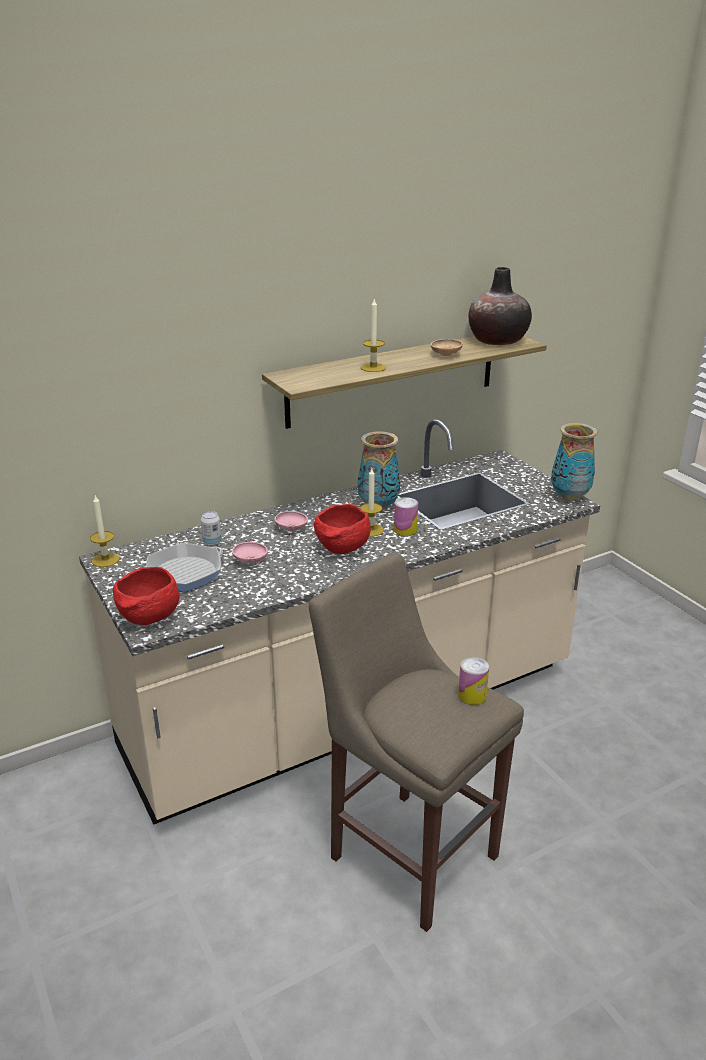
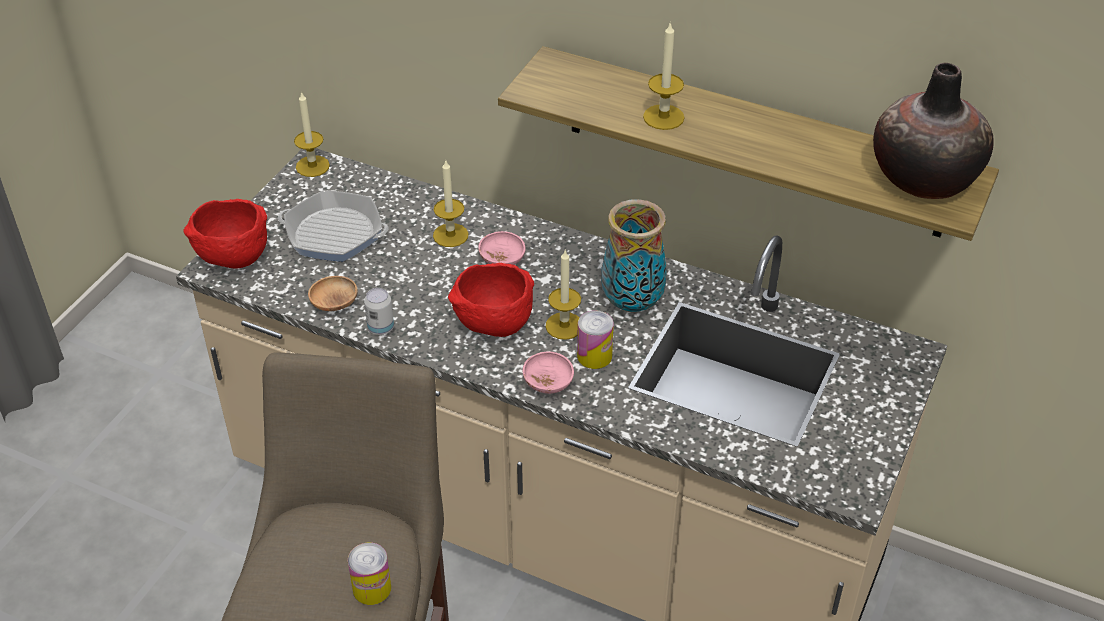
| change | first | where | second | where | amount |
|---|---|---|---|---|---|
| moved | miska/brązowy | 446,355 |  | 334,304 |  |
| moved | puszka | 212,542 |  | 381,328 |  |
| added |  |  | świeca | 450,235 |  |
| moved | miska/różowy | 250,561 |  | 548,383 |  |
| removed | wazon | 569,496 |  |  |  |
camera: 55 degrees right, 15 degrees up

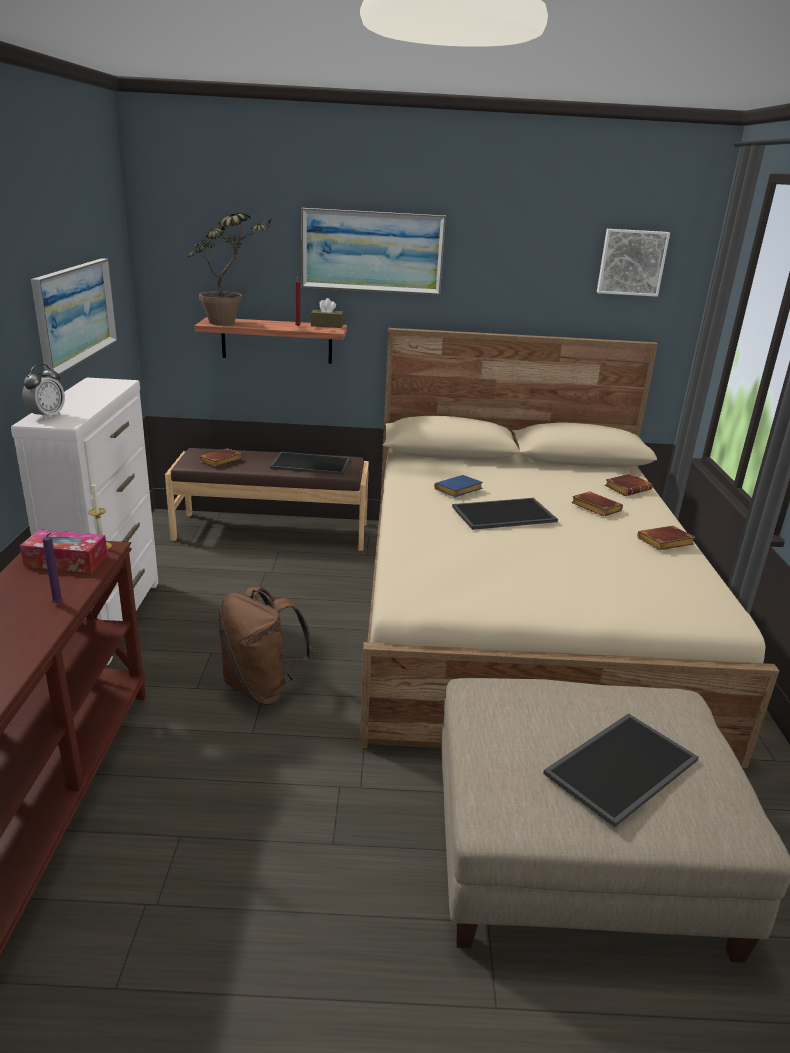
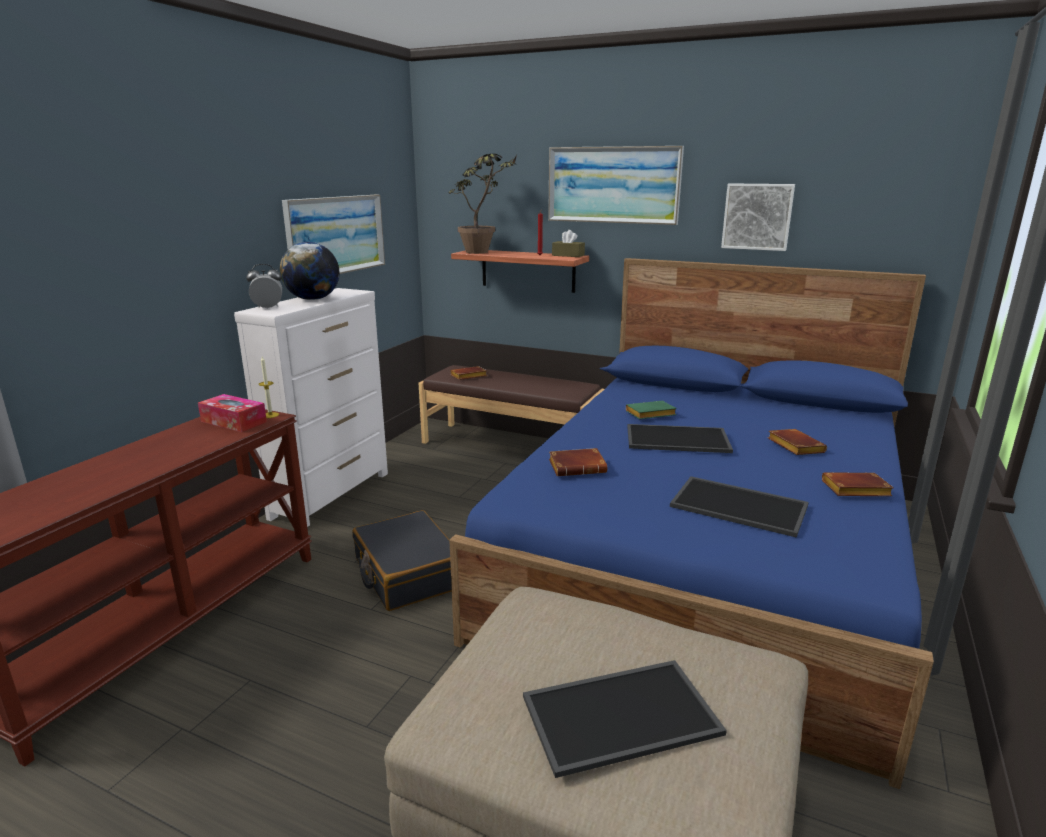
| change | first | where | second | where | amount |
|---|---|---|---|---|---|
| turned | budzik | 47,416 |  | 268,308 | 150 degrees counterclockwise |
| added |  |  | globus | 313,299 |  |
| replaced | plecak/brązowy | 262,688 | walizka/czarny | 407,573 |  |
| recoloured | łóżko/beżowy | 520,615 | łóżko/niebieski | 707,557 |  |
| moved | książka/brązowy | 627,488 |  | 578,467 |  |
| recoloured | książka/niebieski | 458,490 | książka/zielony | 649,415 |  |
| moved | taca | 311,463 |  | 740,505 |  |
| moved | obraz | 631,262 |  | 757,216 |  |
| removed | świeca/fioletowy | 59,604 |  |  |  |
camera: 25 degrees right, 5 degrees down

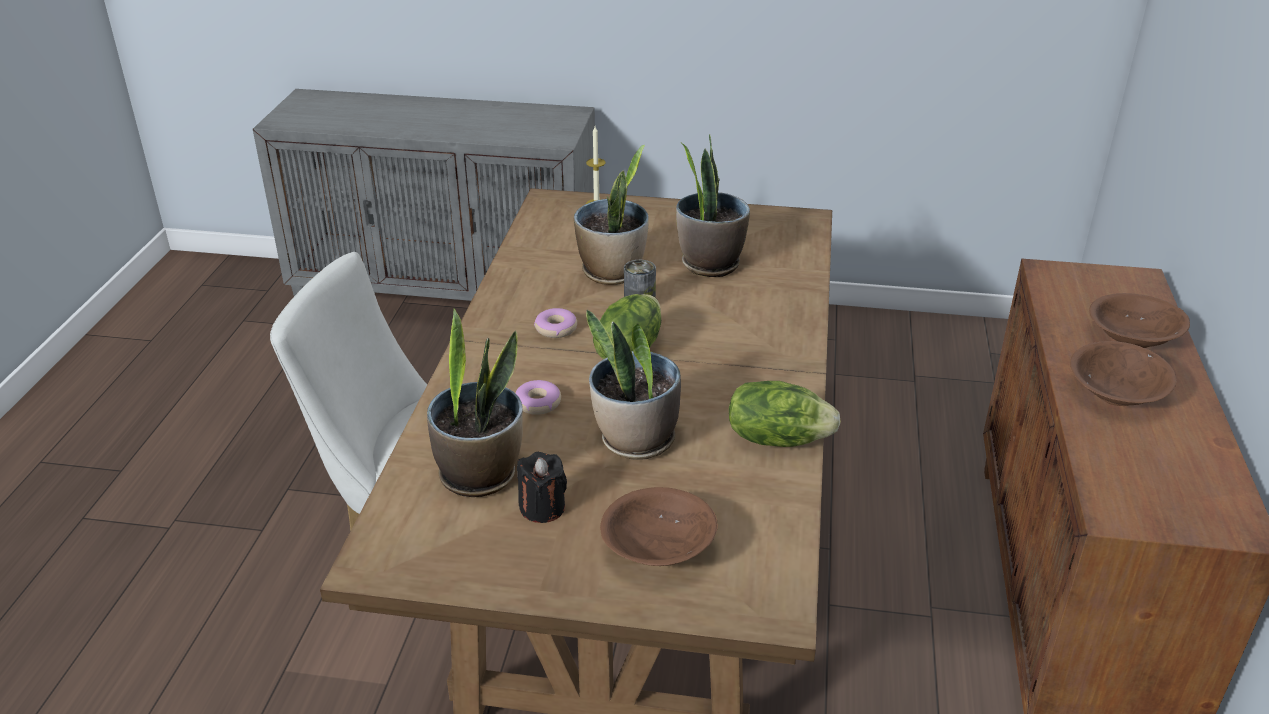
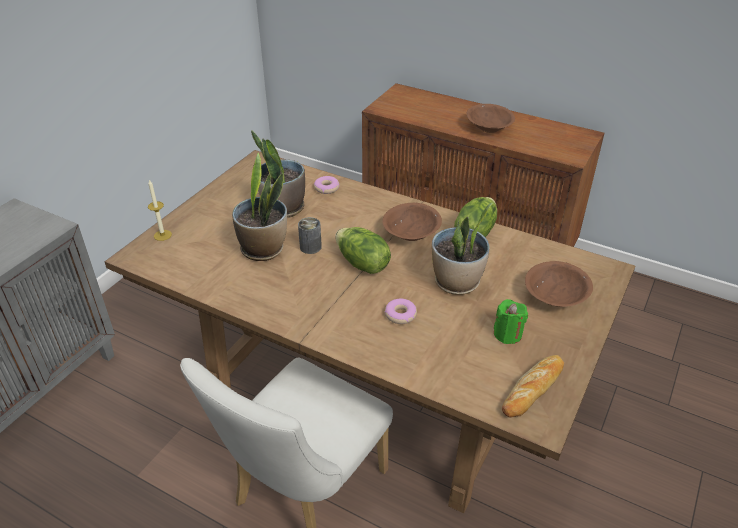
| change | first | where | second | where | amount |
|---|---|---|---|---|---|
| moved | donut | 556,329 |  | 326,188 |  |
| moved | miska/brązowy | 1132,339 |  | 411,234 |  |
| recoloured | świeca/czarny | 542,508 | świeca/zielony | 507,334 |  |
| added |  |  | chleb | 533,389 |  |
| removed | roślina doniczkowa | 480,474 |  |  |  |
camera: 70 degrees left, 5 degrees up

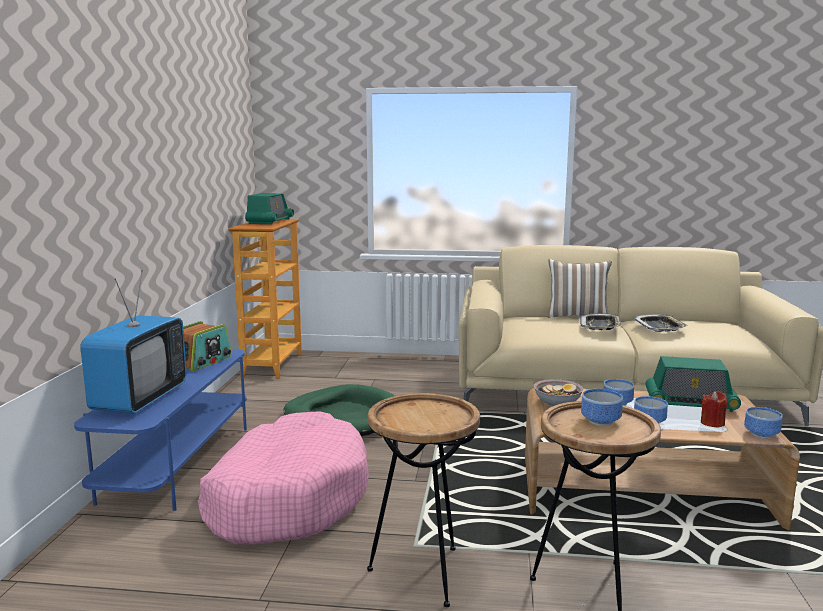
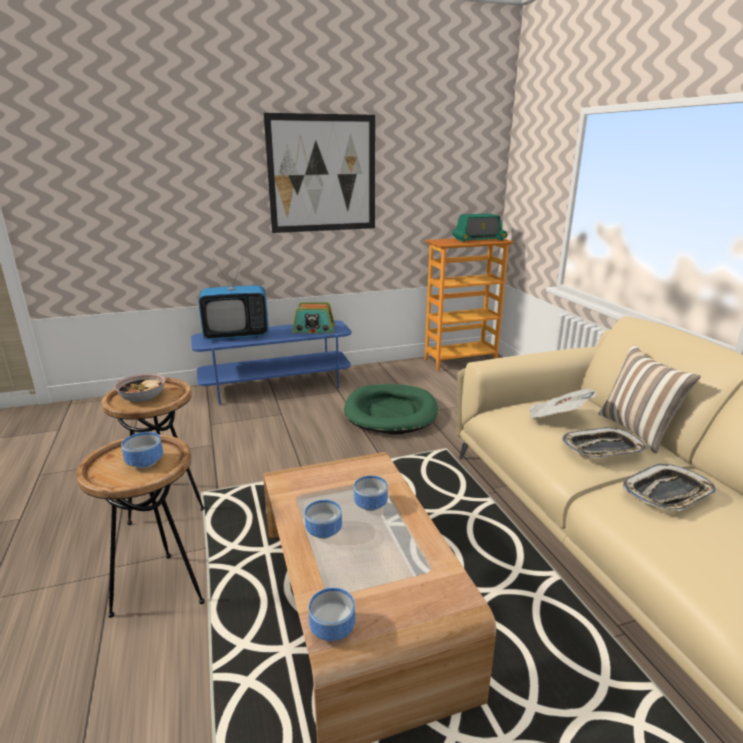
| change | first | where | second | where | amount |
|---|---|---|---|---|---|
| moved | miska | 557,402 |  | 142,397 |  |
| added |  |  | obraz | 322,174 |  |
| added |  |  | gazeta | 556,418 |  |
| removed | legowisko/różowy | 287,498 |  |  |  |
| removed | radio | 690,403 |  |  |  |
| removed | świeca/czerwony | 712,423 |  |  |  |
camera: 65 degrees right, 10 degrees up

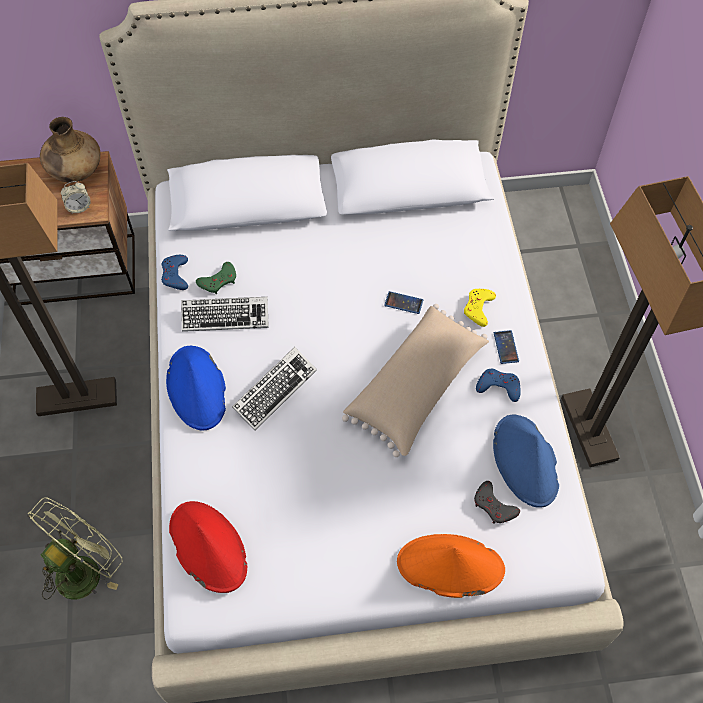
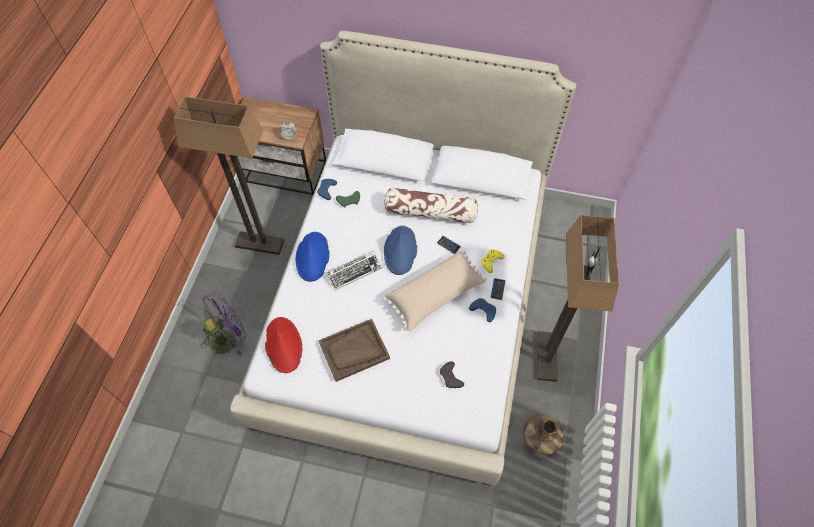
| change | first | where | second | where | amount |
|---|---|---|---|---|---|
| recoloured | wentylator/zielony | 84,568 | wentylator/fioletowy | 228,338 |  |
| added |  |  | taca/brązowy | 354,351 |  |
| added |  |  | poduszka | 430,212 |  |
| moved | kapelusz/niebieski | 525,461 |  | 400,251 |  |
| moved | wazon/brązowy | 76,172 |  | 539,439 |  |
| removed | klawiatura | 225,317 |  |  |  |
| removed | kapelusz/pomarańczowy | 449,566 |  |  |  |
camera: 20 degrees right, 0 degrees up

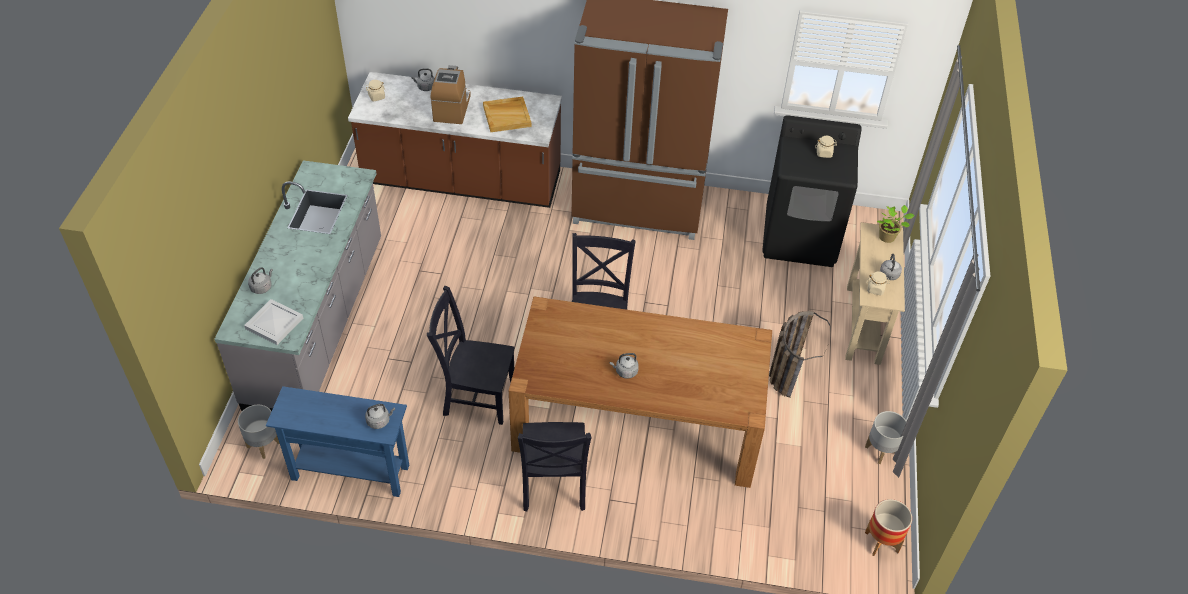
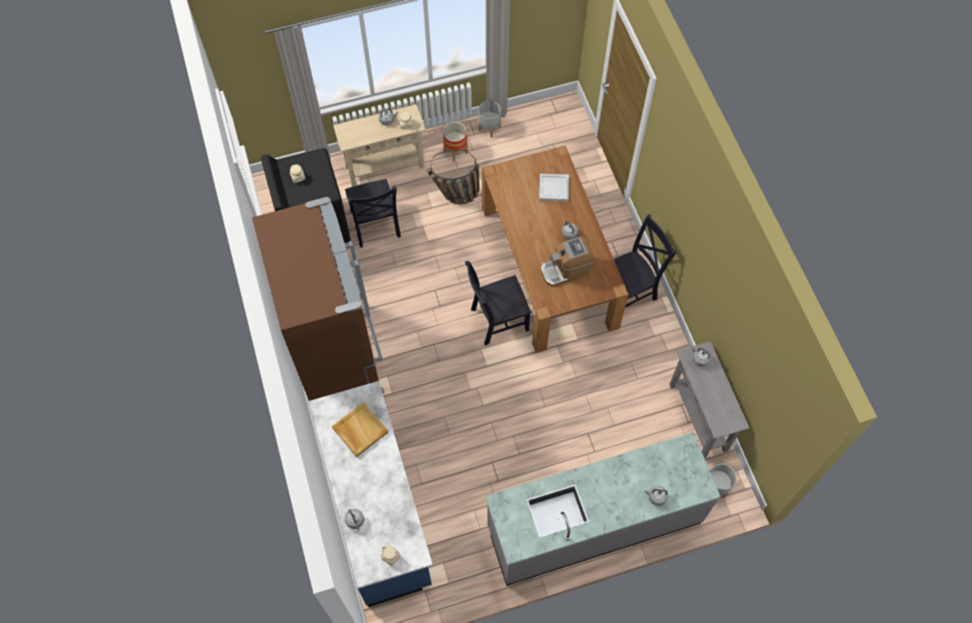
| change | first | where | second | where | amount |
|---|---|---|---|---|---|
| recoloured | zabudowa kuchenna/brązowy | 462,181 | zabudowa kuchenna/niebieski | 377,508 |  |
| moved | krzesło/czarny | 475,396 |  | 375,226 |  |
| moved | donica | 881,542 |  | 455,151 |  |
| moved | taca/biały | 274,324 |  | 554,188 |  |
| moved | ekspres do kawy | 452,108 |  | 565,270 |  |
| recoloured | stolik konsolowy/niebieski | 350,472 | stolik konsolowy/szary | 698,417 |  |
| removed | roślina doniczkowa | 888,237 |  |  |  |
camera: 115 degrees left, 15 degrees up

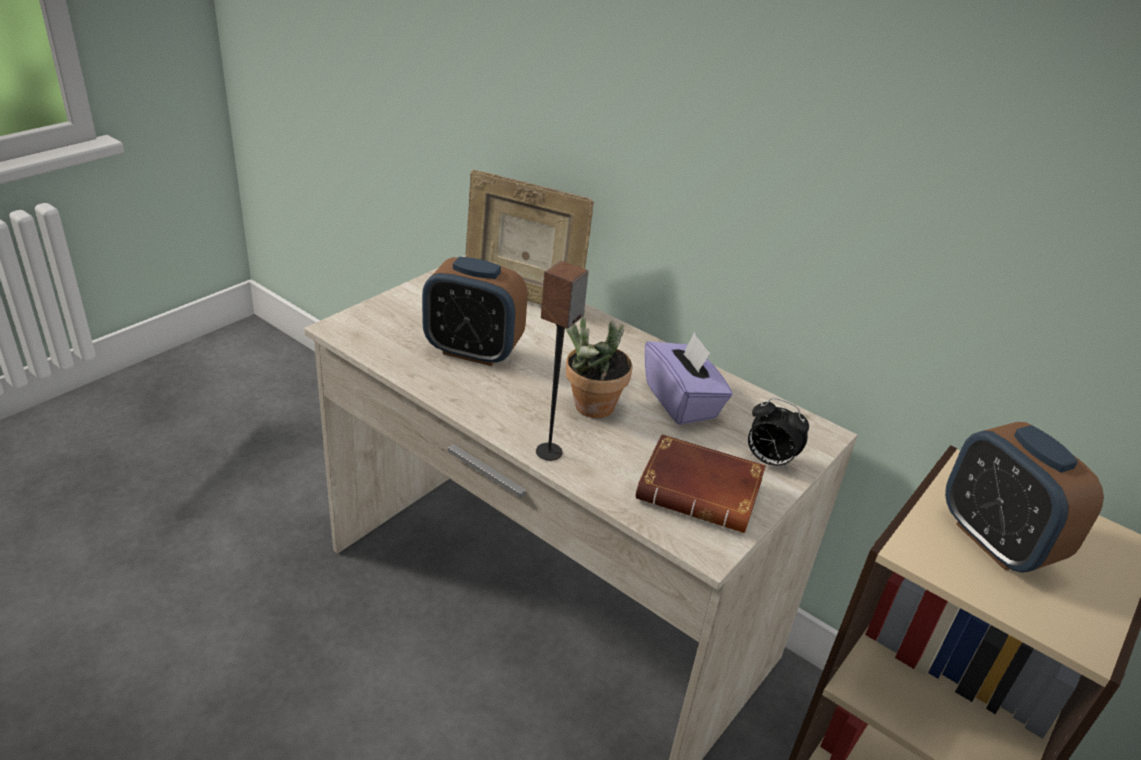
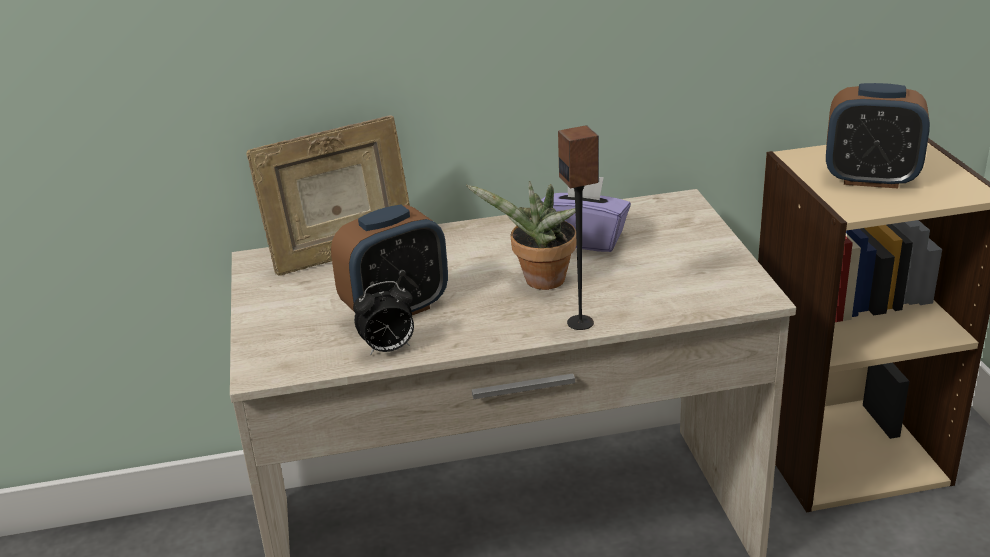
| change | first | where | second | where | amount |
|---|---|---|---|---|---|
| moved | budzik | 768,461 |  | 388,349 |  |
| removed | książka/brązowy | 703,491 |  |  |  |
camera: 45 degrees left, 5 degrees down

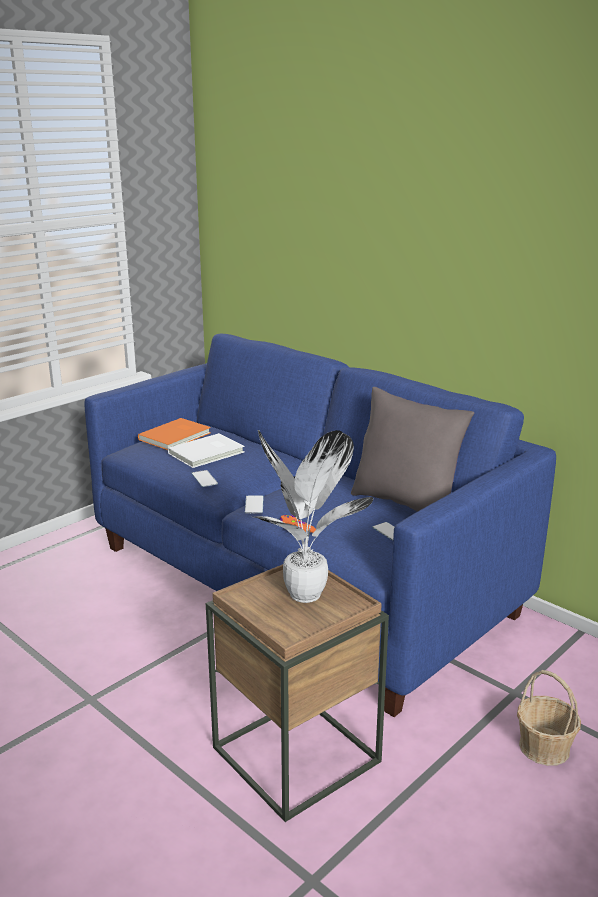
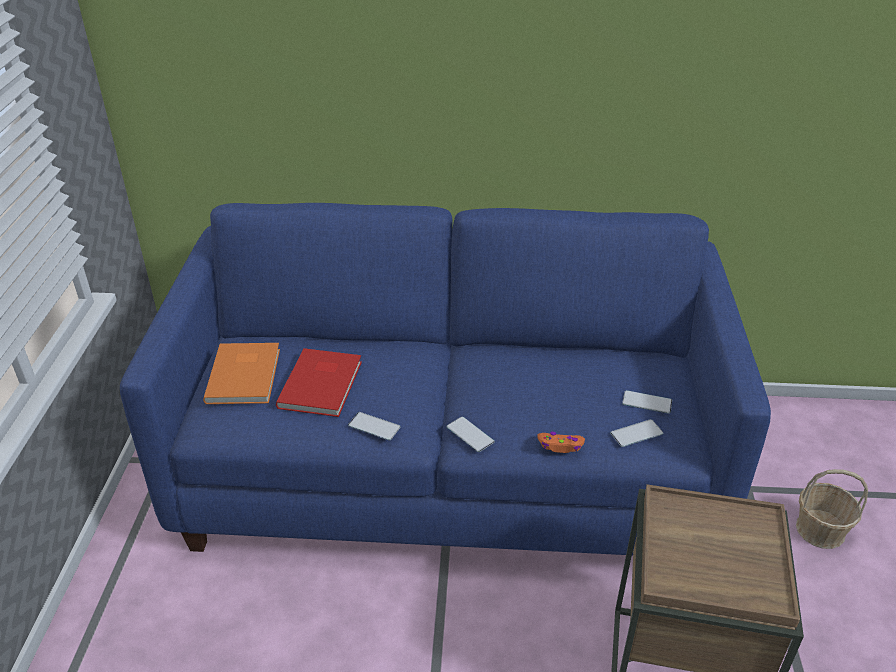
| change | first | where | second | where | amount |
|---|---|---|---|---|---|
| recoloured | książka/biały | 208,453 | książka/czerwony | 323,384 |  |
| added |  |  | telefon | 636,433 |  |
| removed | roślina doniczkowa | 306,596 |  |  |  |
| removed | poduszka/szary | 406,503 |  |  |  |
camera: 40 degrees left, 15 degrees up

